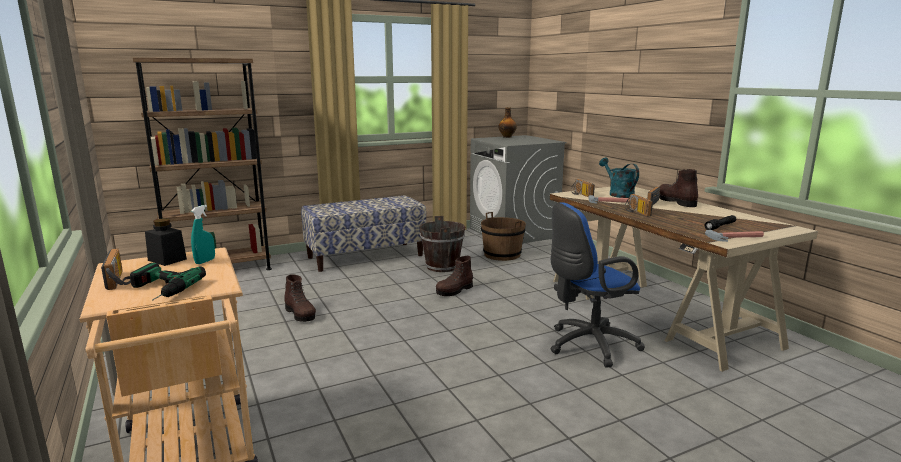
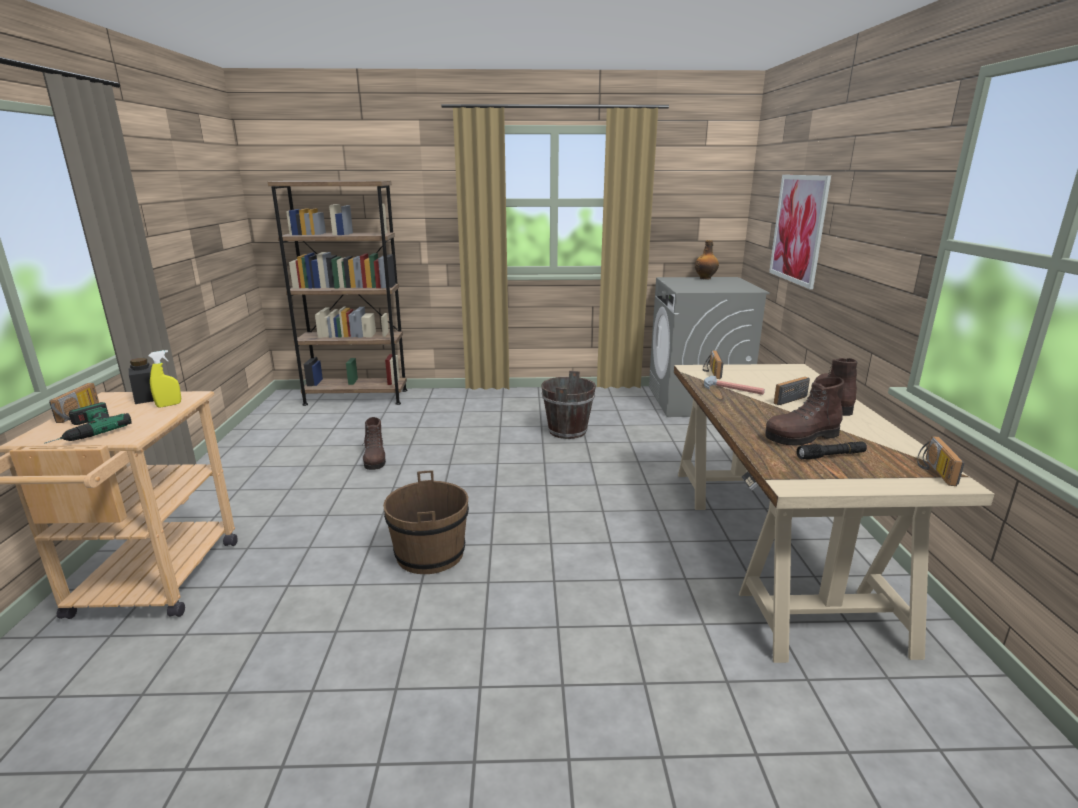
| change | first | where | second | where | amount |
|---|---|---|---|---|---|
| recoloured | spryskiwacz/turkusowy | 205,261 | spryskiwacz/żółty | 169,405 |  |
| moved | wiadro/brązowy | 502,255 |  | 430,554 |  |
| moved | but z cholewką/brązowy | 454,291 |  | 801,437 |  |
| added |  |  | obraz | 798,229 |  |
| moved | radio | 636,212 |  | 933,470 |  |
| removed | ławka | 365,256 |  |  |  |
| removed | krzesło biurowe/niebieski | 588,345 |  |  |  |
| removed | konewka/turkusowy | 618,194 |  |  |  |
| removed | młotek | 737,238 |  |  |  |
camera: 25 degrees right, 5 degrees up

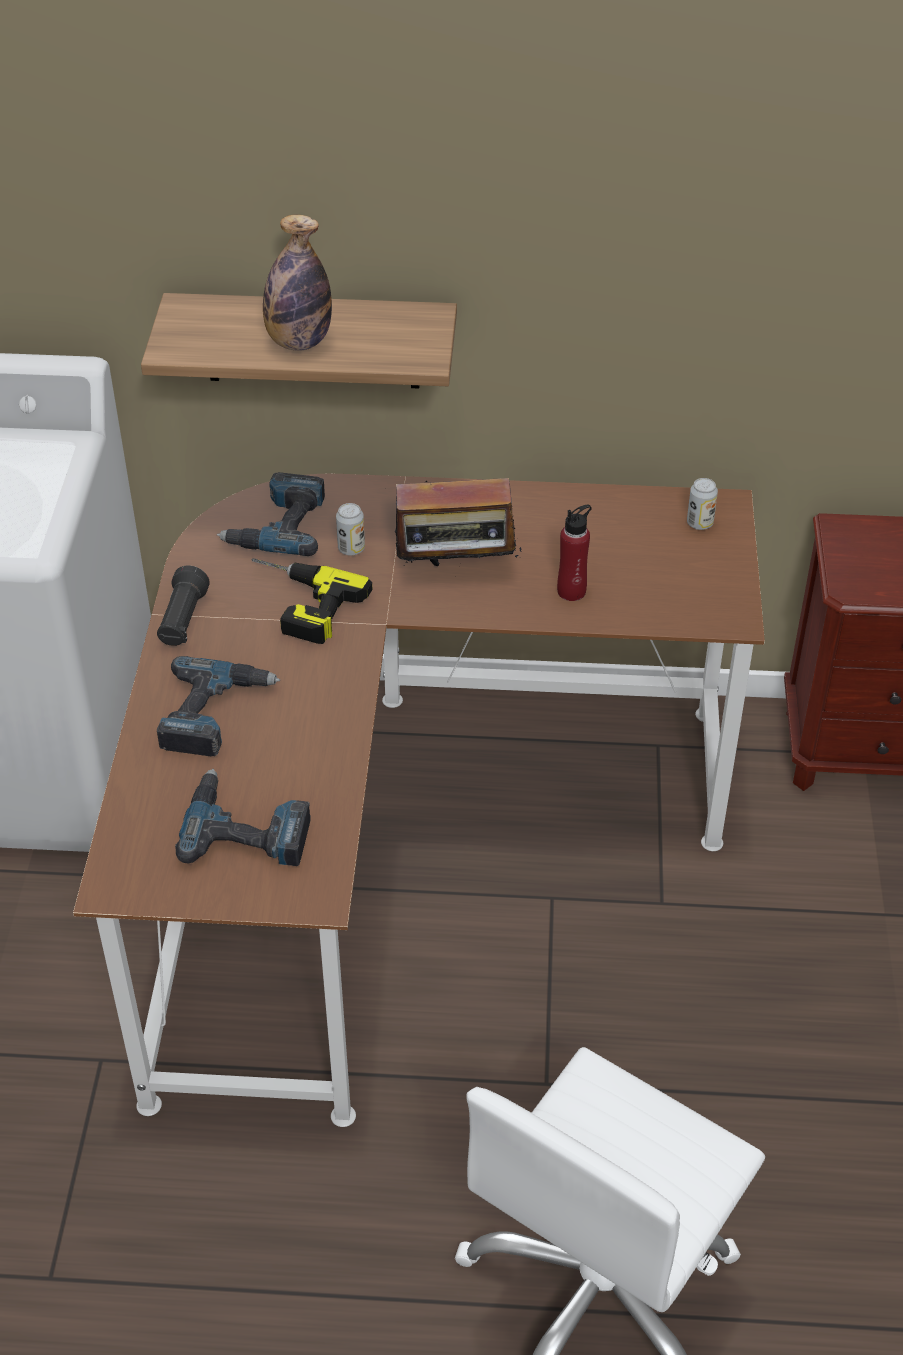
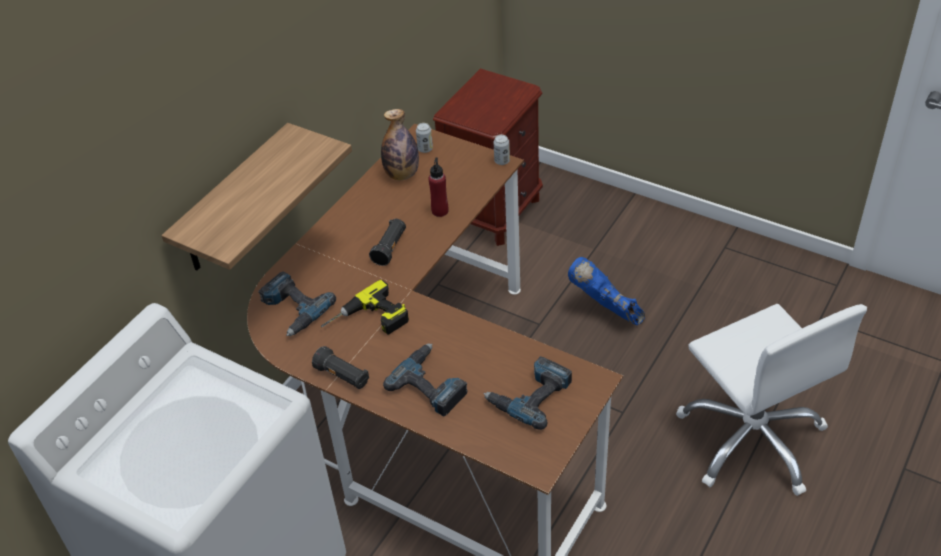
| change | first | where | second | where | amount |
|---|---|---|---|---|---|
| replaced | radio | 456,570 | latarka/czarny | 390,248 |  |
| moved | butelka | 298,342 |  | 402,174 |  |
| moved | puszka | 351,549 |  | 502,161 |  |
| added |  |  | but z cholewką/niebieski | 605,311 |  |
camera: 60 degrees left, 0 degrees up

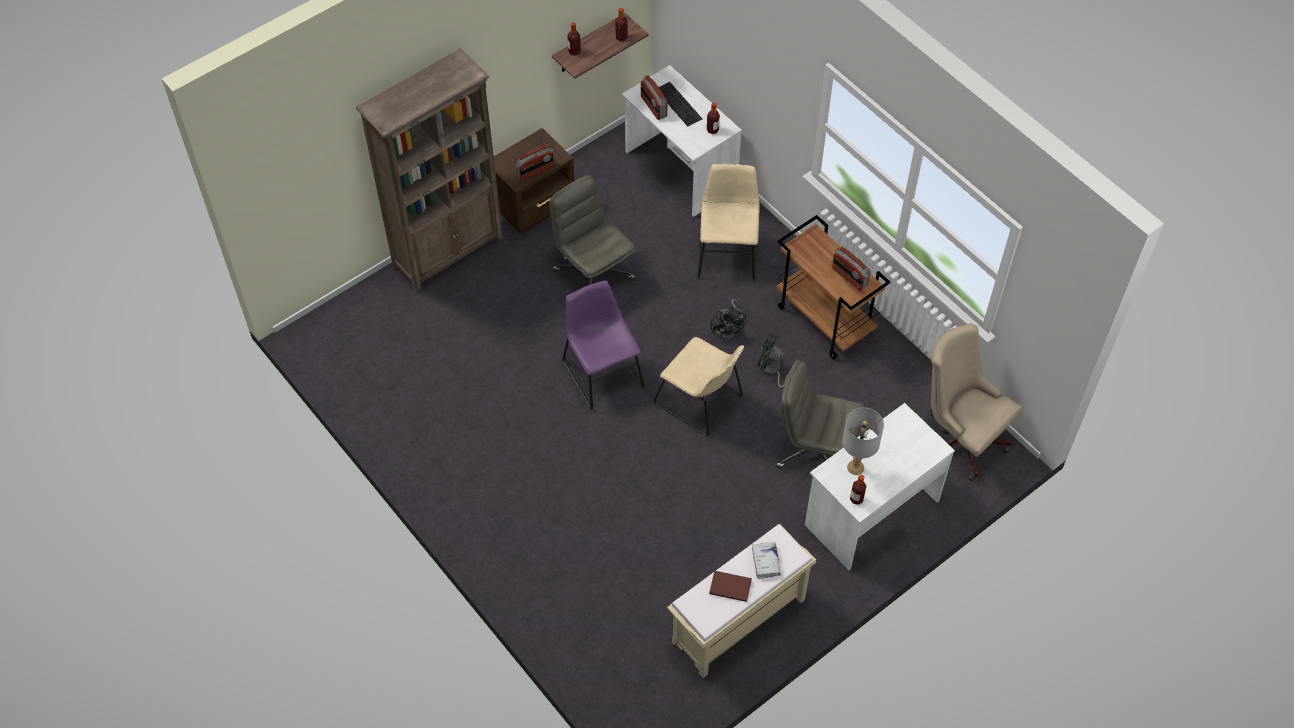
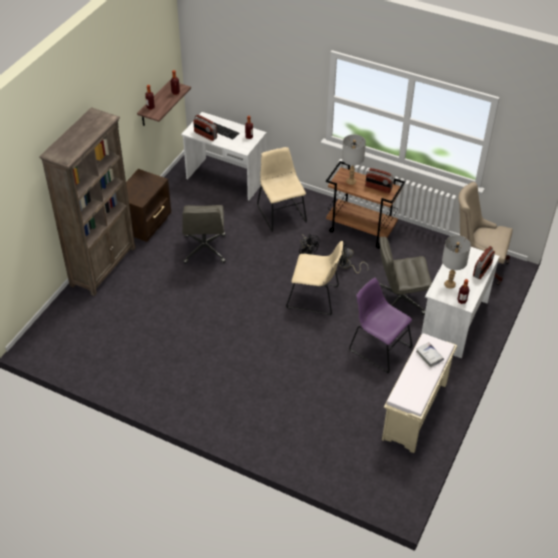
| change | first | where | second | where | amount |
|---|---|---|---|---|---|
| turned | krzesło biurowe/szary | 593,273 |  | 205,249 | 120 degrees counterclockwise |
| added |  |  | lampa stołowa/szary | 351,181 |  |
| moved | krzesło/fioletowy | 601,371 |  | 378,347 |  |
| moved | radio | 535,172 |  | 482,270 |  |
| removed | książka/brązowy | 730,586 |  |  |  |
camera: 25 degrees left, 10 degrees down

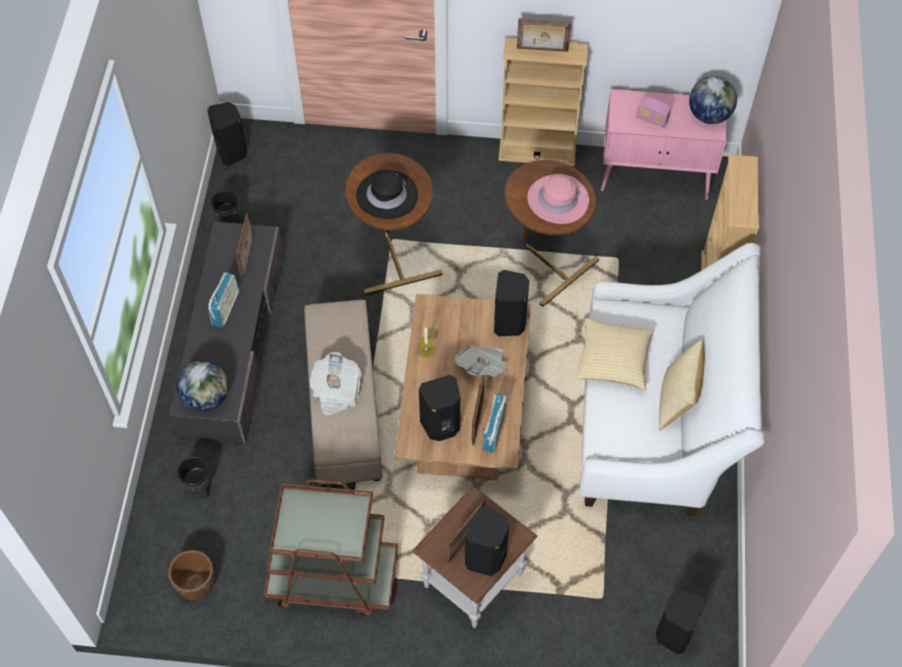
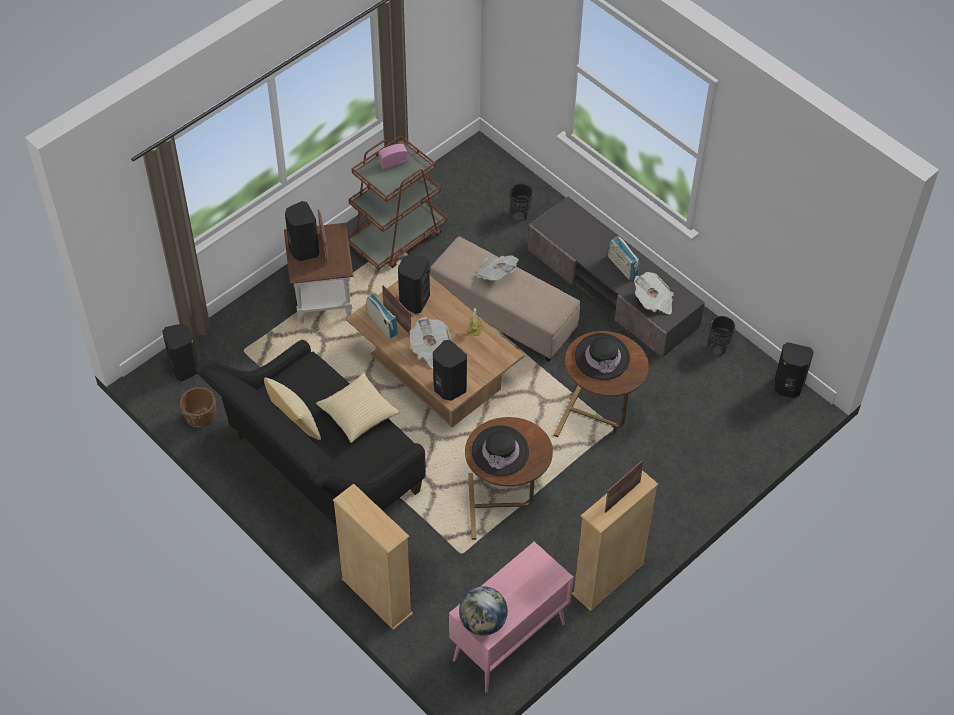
| change | first | where | second | where | amount |
|---|---|---|---|---|---|
| moved | donica/brązowy | 197,585 |  | 200,419 |  |
| recoloured | kanapa/biały | 655,420 | kanapa/czarny | 318,470 |  |
| moved | radio | 652,119 |  | 393,162 |  |
| recoloured | kapelusz/różowy | 557,200 | kapelusz/czarny | 500,452 |  |
| replaced | ramka na zdjęcie | 247,258 | gazeta | 653,301 |  |
| removed | globus | 206,397 |  |  |  |
camera: 130 degrees right, 5 degrees down

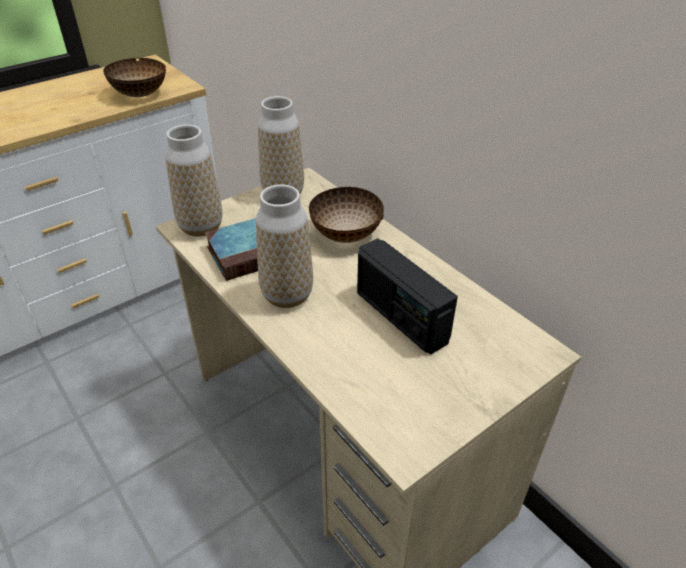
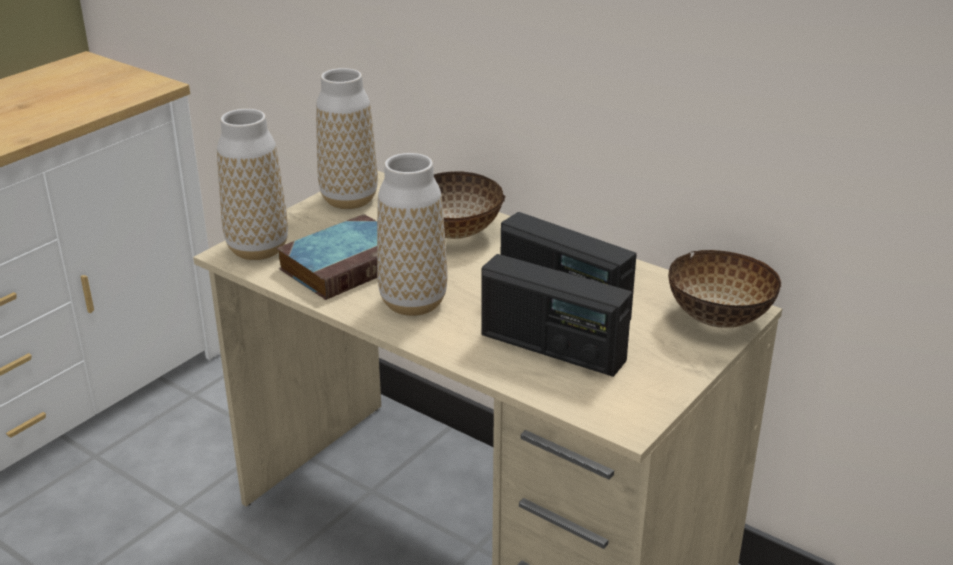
| change | first | where | second | where | amount |
|---|---|---|---|---|---|
| added |  |  | radio | 552,348 |  |
| moved | miska | 141,95 |  | 720,319 |  |
camera: 15 degrees left, 10 degrees down

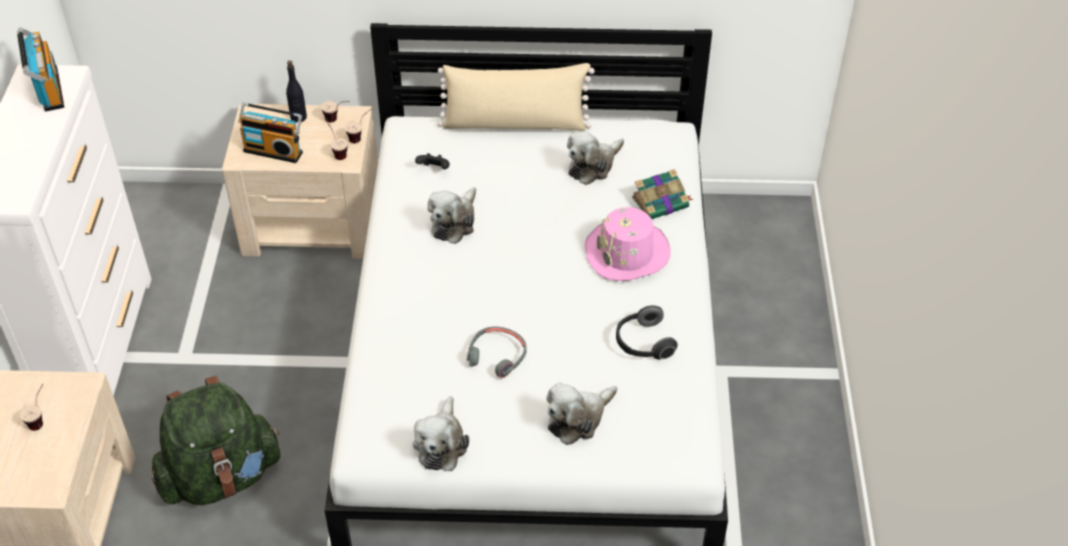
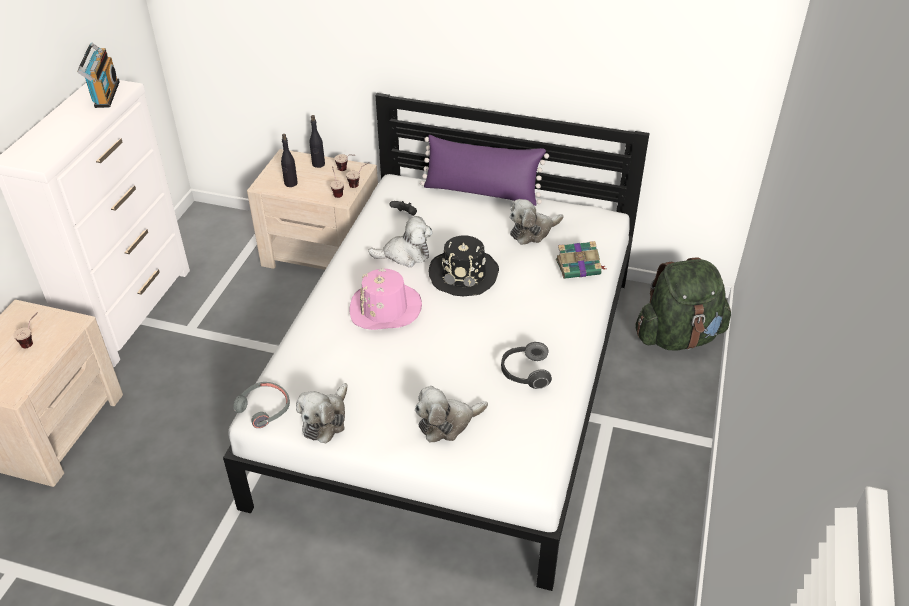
| change | first | where | second | where | amount |
|---|---|---|---|---|---|
| moved | słuchawki/szary | 497,356 |  | 264,408 |  |
| replaced | radio | 274,150 | butelka/czarny | 290,183 |  |
| moved | kapelusz/różowy | 627,253 |  | 385,309 |  |
| turned | pluszak | 454,222 |  | 405,255 | 135 degrees counterclockwise |
| recoloured | poduszka/beżowy | 515,123 | poduszka/fioletowy | 481,192 |  |
| added |  |  | kapelusz/czarny | 464,274 |  |
| moved | plecak/zielony | 221,477 |  | 678,337 |  |
camera: 15 degrees right, 5 degrees down

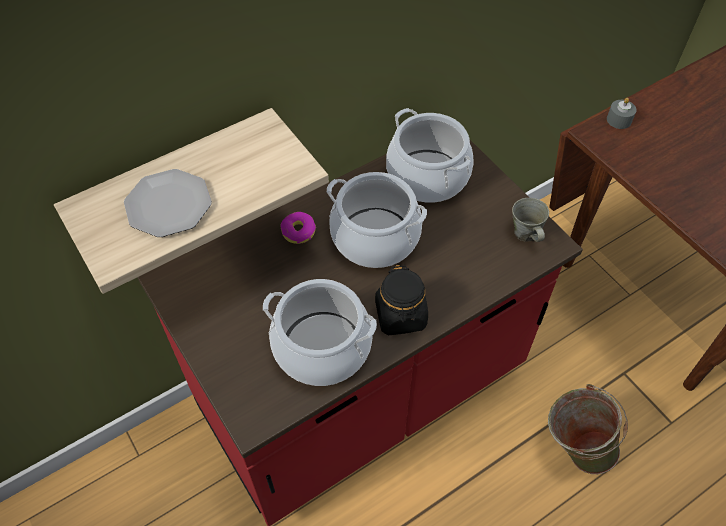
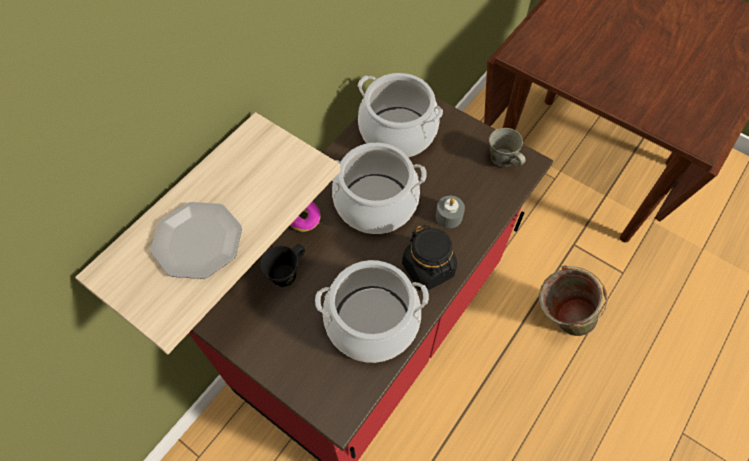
| change | first | where | second | where | amount |
|---|---|---|---|---|---|
| added |  |  | kubek/czarny | 286,274 |  |
| moved | świeca/szary | 619,120 |  | 449,216 |  |
camera: 20 degrees left, 5 degrees up

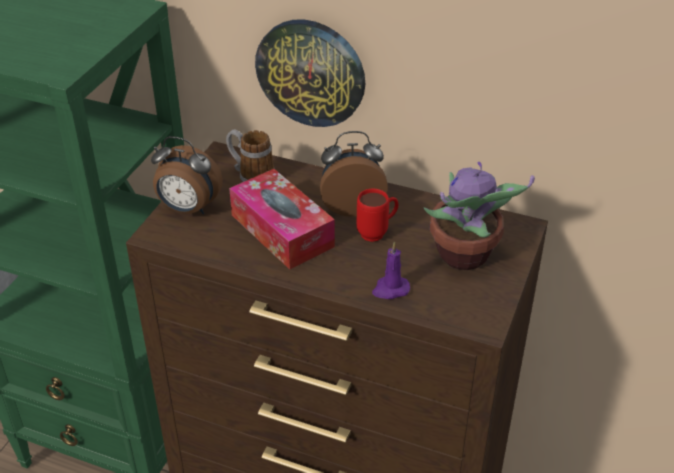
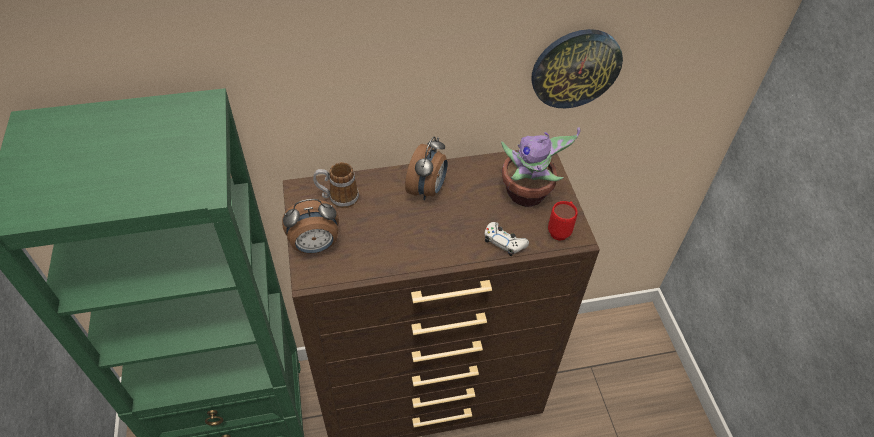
| change | first | where | second | where | amount |
|---|---|---|---|---|---|
| turned | budzik | 352,206 |  | 427,190 | 150 degrees clockwise |
| replaced | świeca/fioletowy | 390,289 | pad do gier/biały | 504,242 |  |
| moved | zegar ścienny | 311,72 |  | 575,68 |  |
| moved | kubek/czerwony | 377,233 |  | 561,230 |  |
| removed | pudełko chusteczek | 282,231 |  |  |  |
camera: 35 degrees left, 10 degrees up

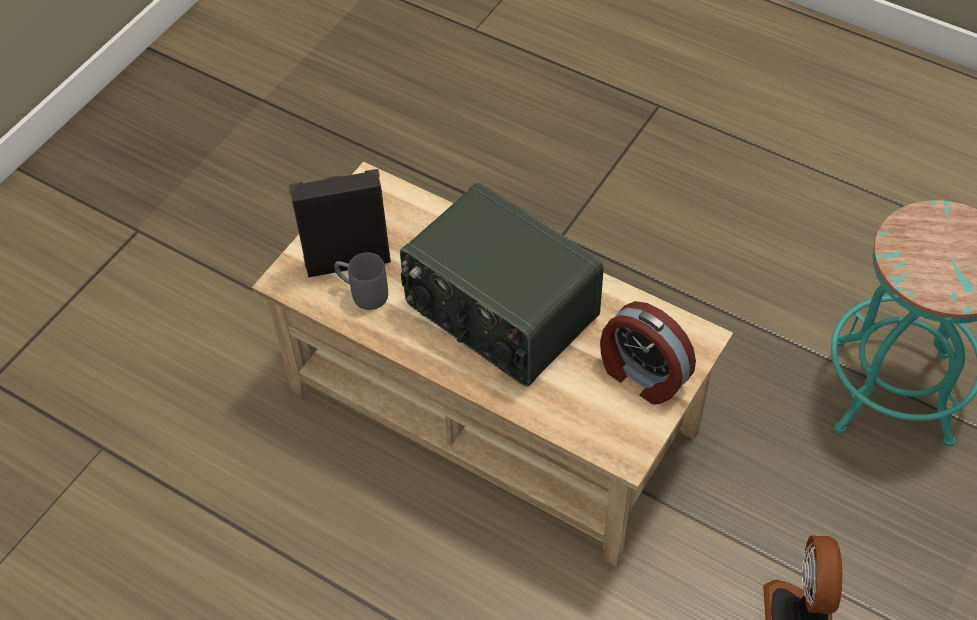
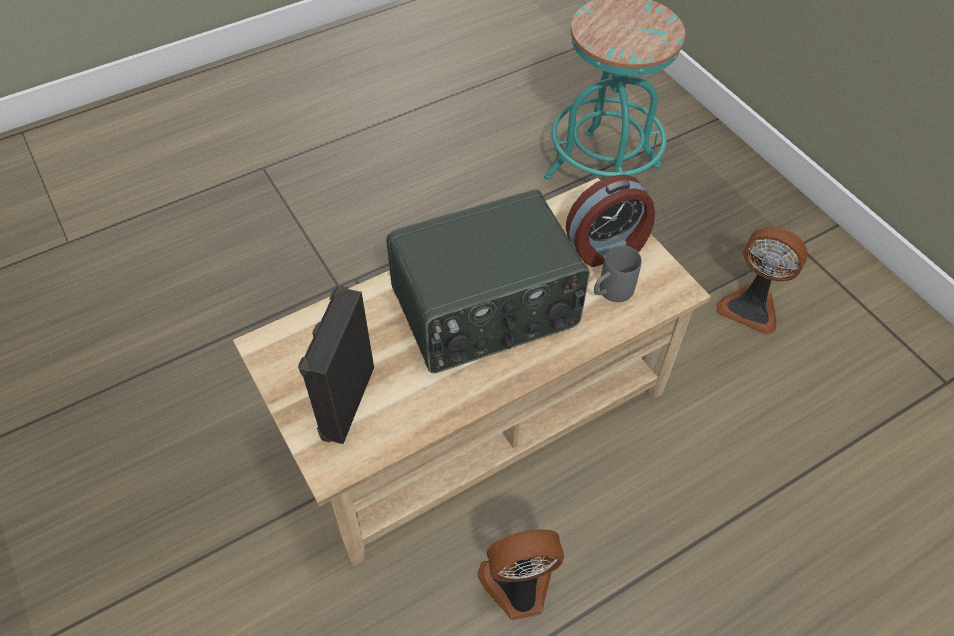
| change | first | where | second | where | amount |
|---|---|---|---|---|---|
| added |  |  | wentylator | 518,586 |  |
| moved | kubek/szary | 362,293 |  | 610,293 |  |
camera: 65 degrees left, 0 degrees up

